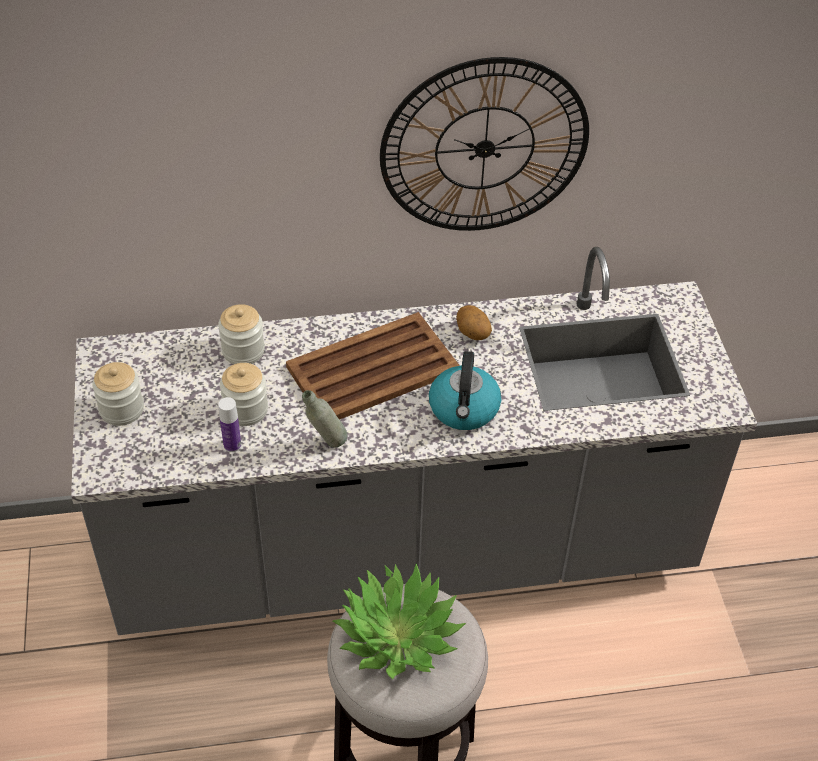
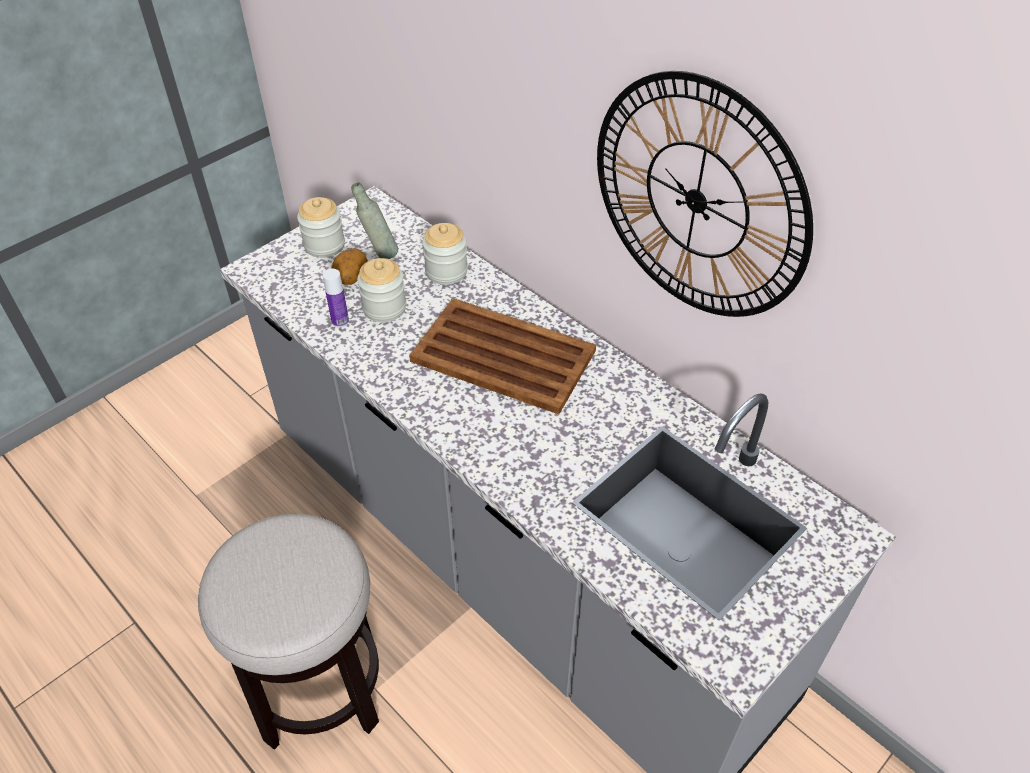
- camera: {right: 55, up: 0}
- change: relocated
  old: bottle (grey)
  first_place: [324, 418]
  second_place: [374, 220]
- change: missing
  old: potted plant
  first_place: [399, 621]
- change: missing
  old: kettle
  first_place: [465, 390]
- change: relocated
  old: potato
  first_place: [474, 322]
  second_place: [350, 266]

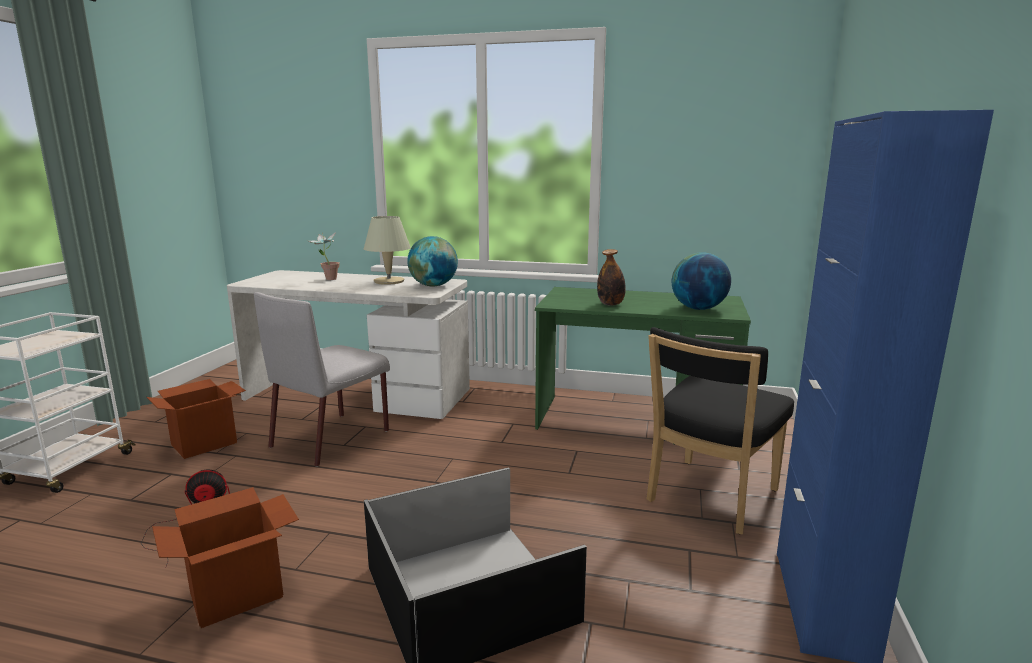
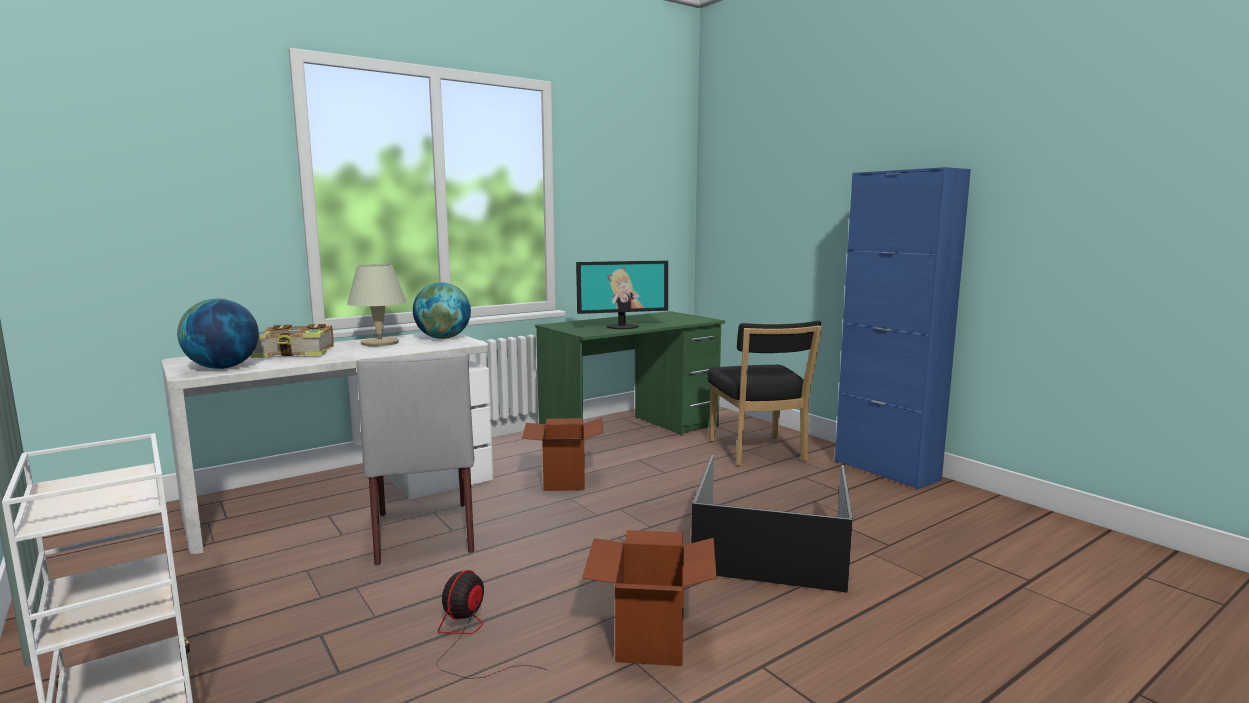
- camera: {right: -50, up: -5}
- change: relocated
  old: cardboard box
  first_place: [196, 419]
  second_place: [563, 454]
- change: exchanged
  old: potted plant
  new: book
  first_place: [323, 256]
  second_place: [292, 341]
- change: exchanged
  old: bottle
  new: monitor
  first_place: [611, 277]
  second_place: [622, 294]
- change: relocated
  old: globe
  first_place: [701, 281]
  second_place: [218, 334]

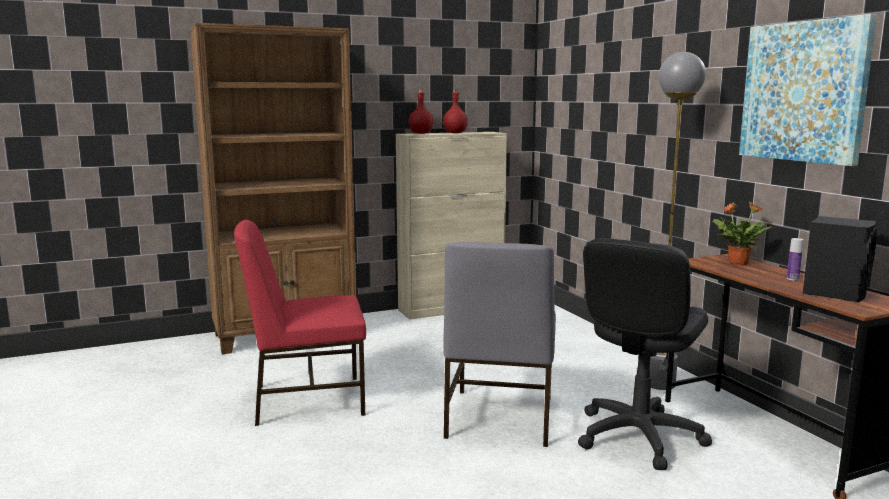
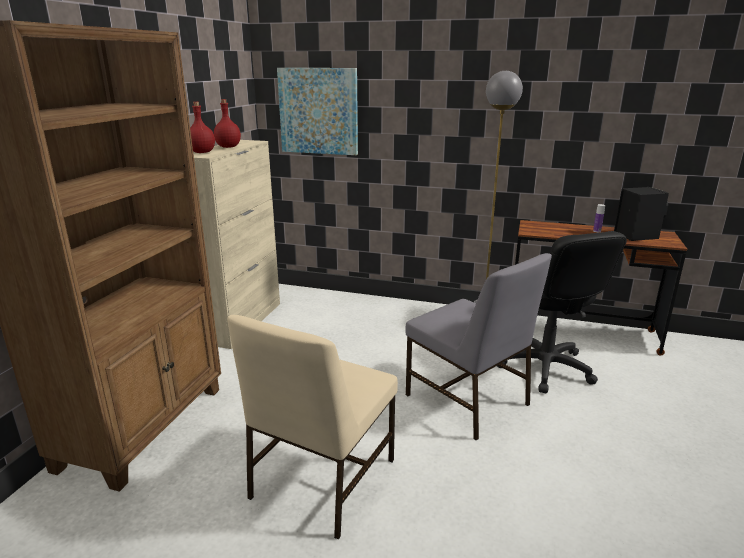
- camera: {right: -50, up: 10}
- change: colour
  old: chair (red)
  new: chair (beige)
  first_place: [300, 323]
  second_place: [312, 427]
- change: missing
  old: potted plant
  first_place: [742, 233]
- change: relocated
  old: picture
  first_place: [808, 90]
  second_place: [317, 111]

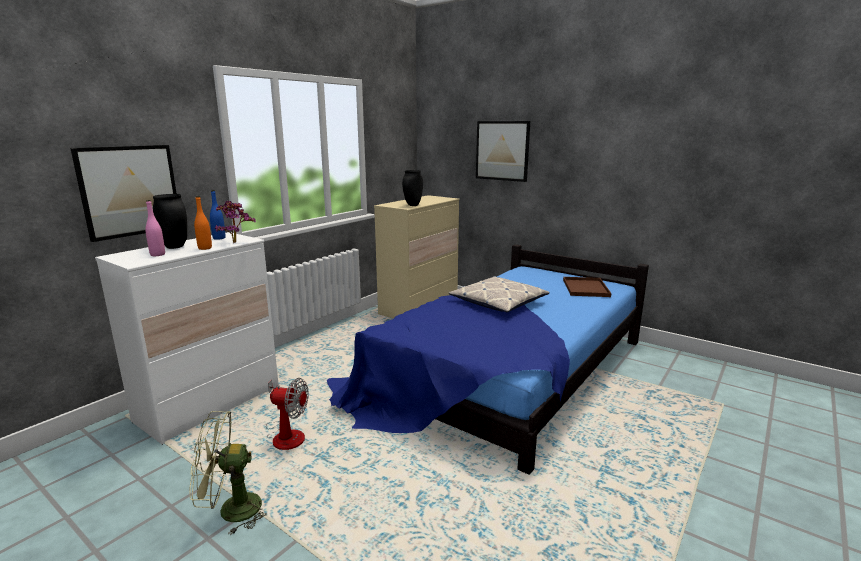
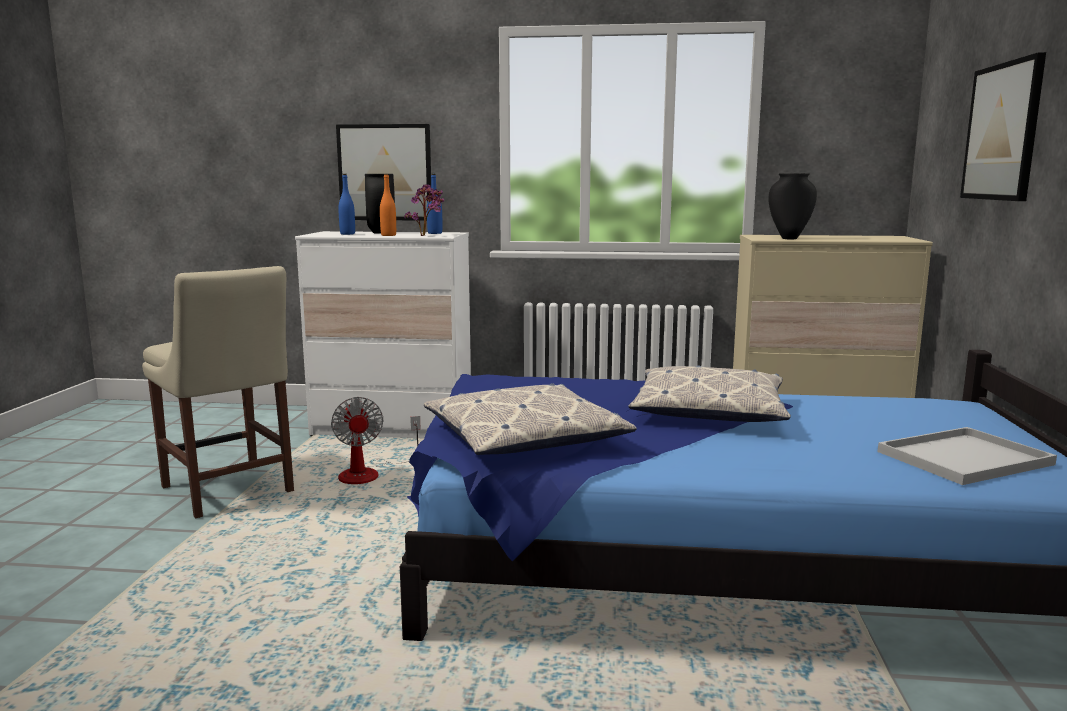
- camera: {right: 60, up: -5}
- change: colour
  old: bottle (pink)
  new: bottle (blue)
  first_place: [155, 228]
  second_place: [346, 204]
- change: exchanged
  old: fan (green)
  new: chair (beige)
  first_place: [228, 473]
  second_place: [218, 392]
- change: colour
  old: tray (brown)
  new: tray (white)
  first_place: [587, 287]
  second_place: [967, 456]
- change: appeared
  new: pillow
  second_place: [530, 419]

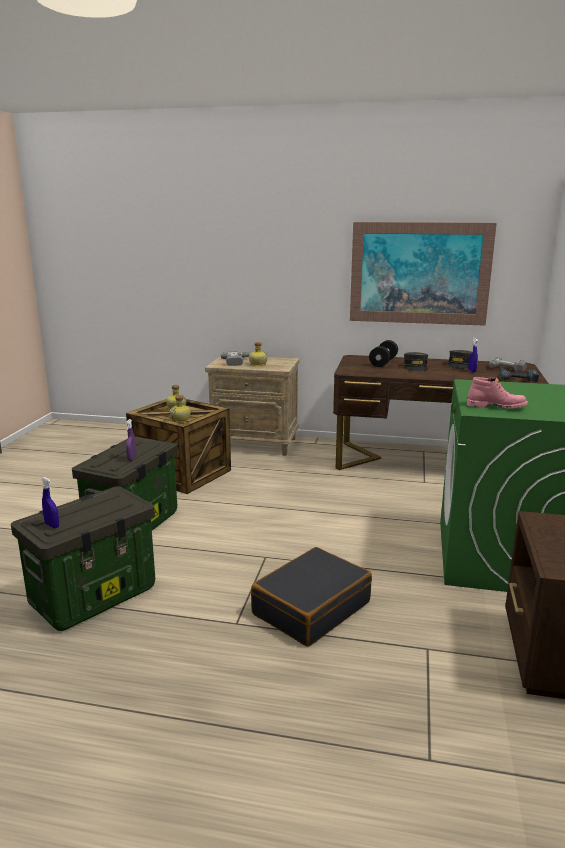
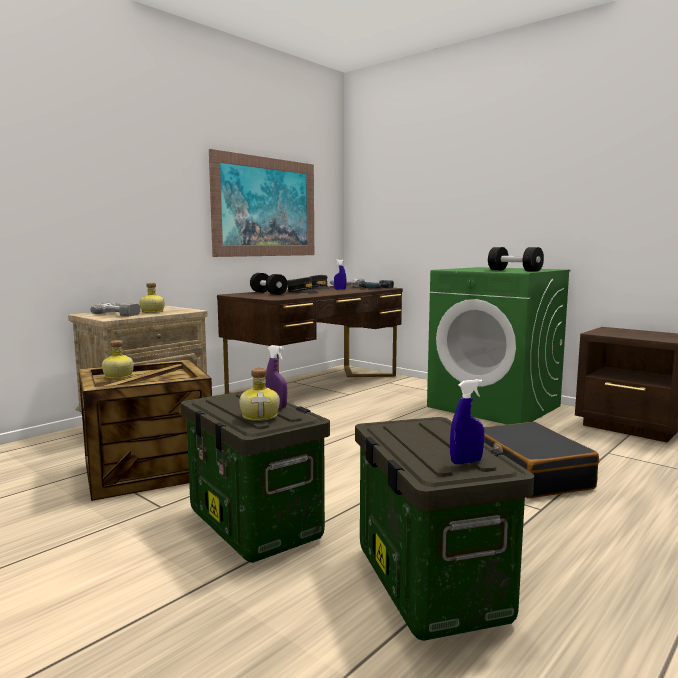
- camera: {right: -60, up: -10}
- change: relocated
  old: bottle
  first_place: [180, 409]
  second_place: [259, 394]
- change: exchanged
  old: boot (pink)
  new: dumbbell (black)
  first_place: [497, 393]
  second_place: [516, 259]

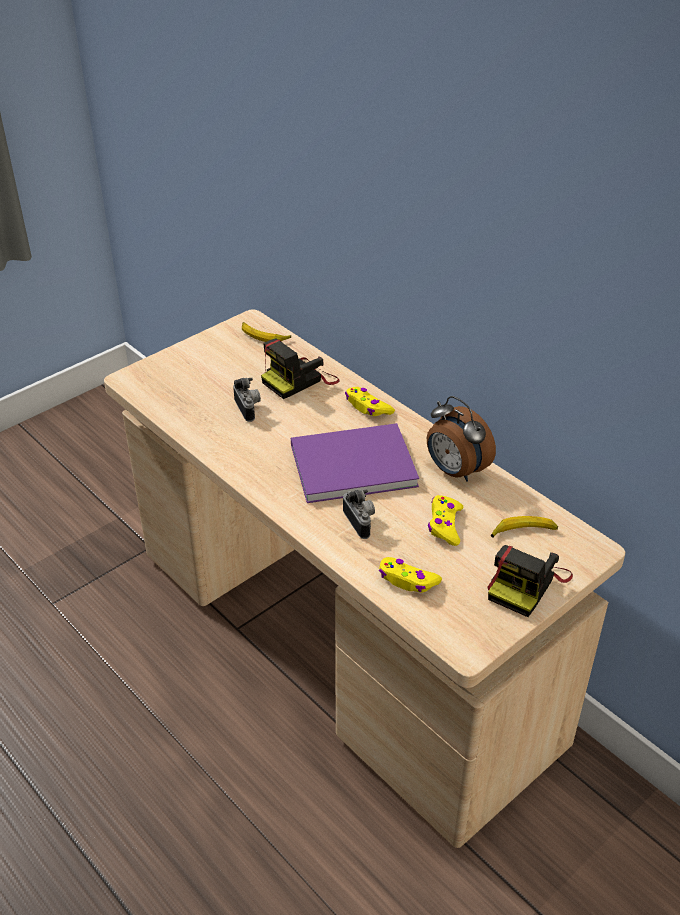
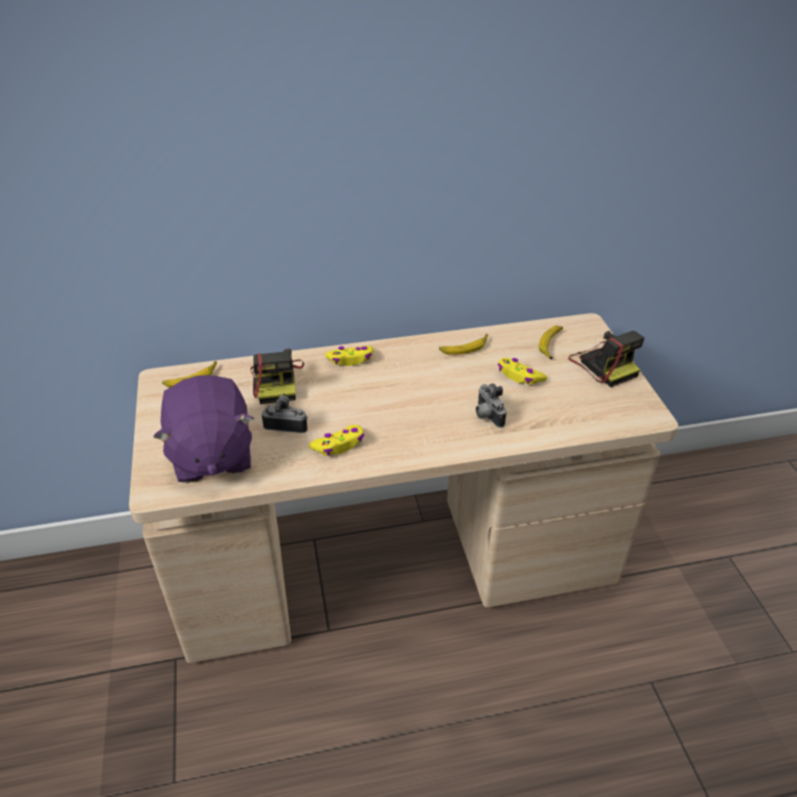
- camera: {right: -60, up: 0}
- change: missing
  old: book (purple)
  first_place: [355, 463]
- change: spun
  old: photo camera
  first_place: [359, 514]
  second_place: [491, 405]
  degrees: -120
- change: relocated
  old: game controller (yellow)
  first_place: [410, 575]
  second_place: [336, 440]
- change: exchanged
  old: alarm clock
  new: banana
  first_place: [461, 439]
  second_place: [463, 344]
- change: appeared
  new: plush toy (purple)
  second_place: [204, 429]

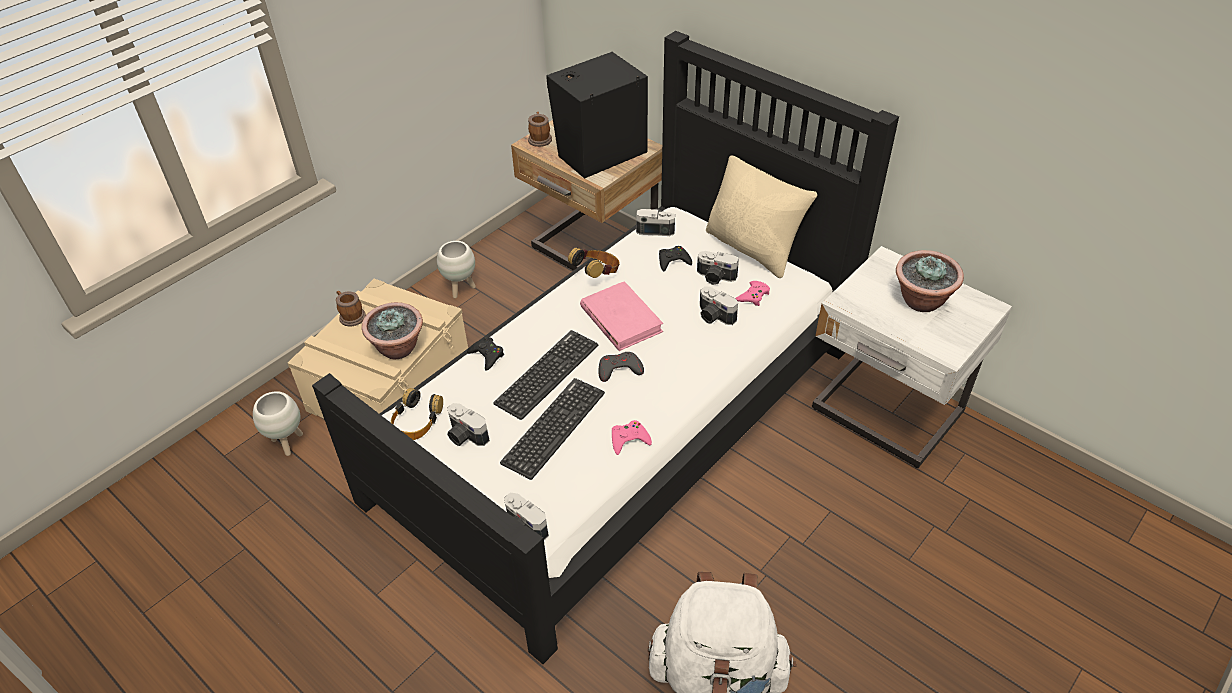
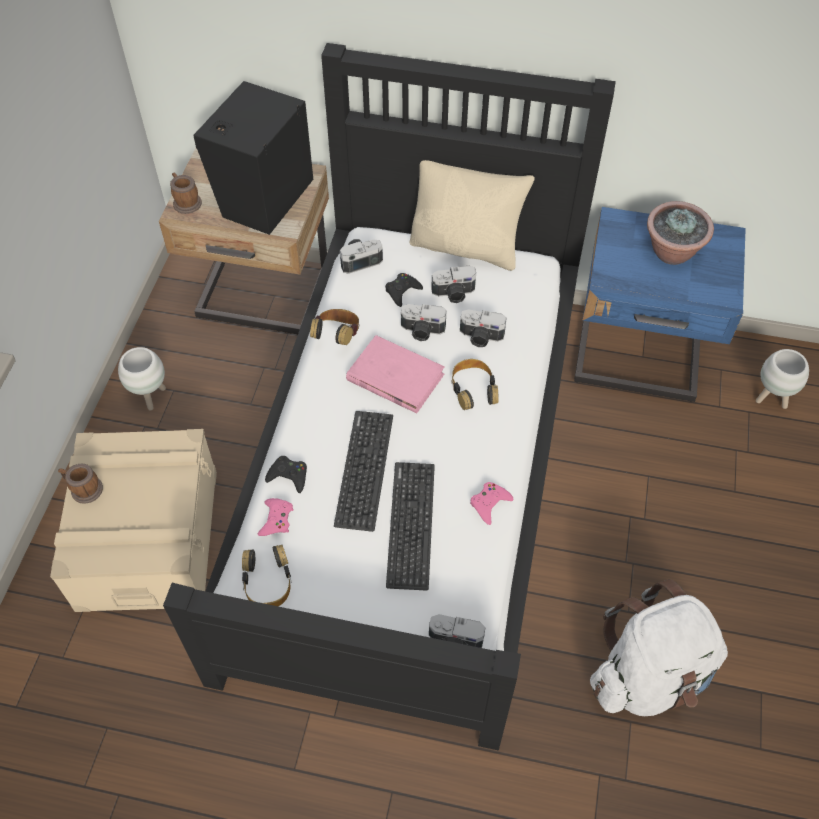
- camera: {right: -30, up: 10}
- change: relocated
  old: planter (white)
  first_place: [278, 423]
  second_place: [782, 379]
- change: missing
  old: potted plant
  first_place: [392, 330]
- change: relocated
  old: photo camera
  first_place: [468, 424]
  second_place: [423, 322]
- change: missing
  old: game controller (grey)
  first_place: [621, 367]
- change: relocated
  old: game controller (pink)
  first_place: [752, 293]
  second_place: [275, 517]
- change: colour
  old: nightstand (white)
  new: nightstand (blue)
  first_place: [912, 357]
  second_place: [660, 304]
- change: appeared
  new: headphones
  second_place: [475, 384]

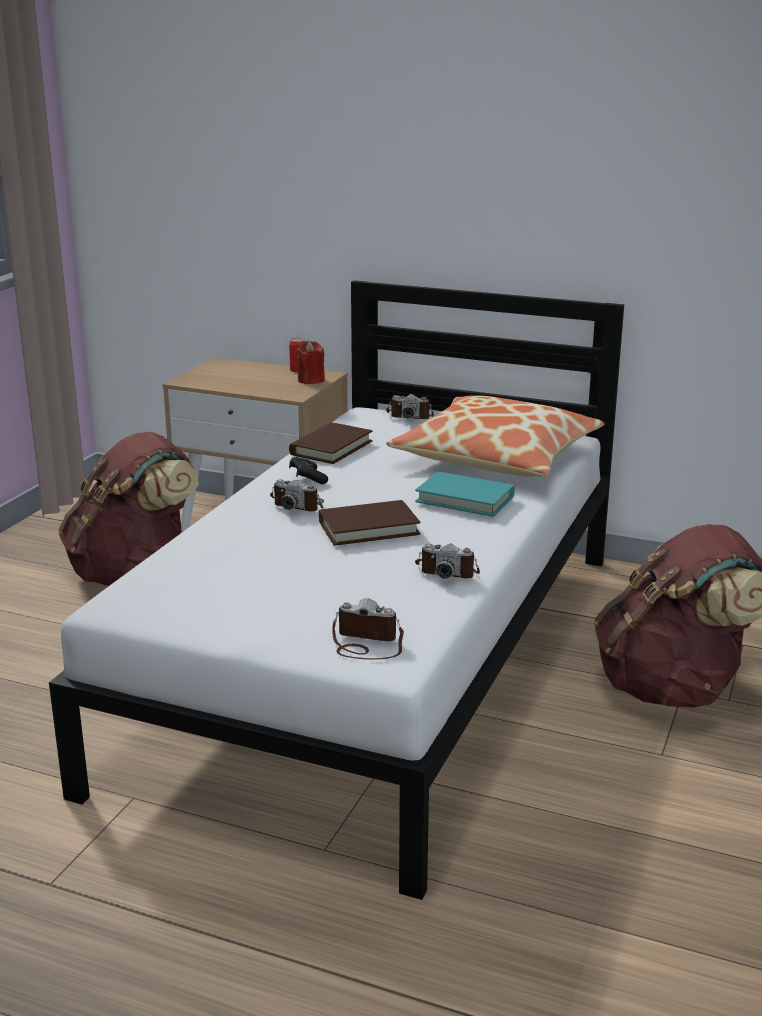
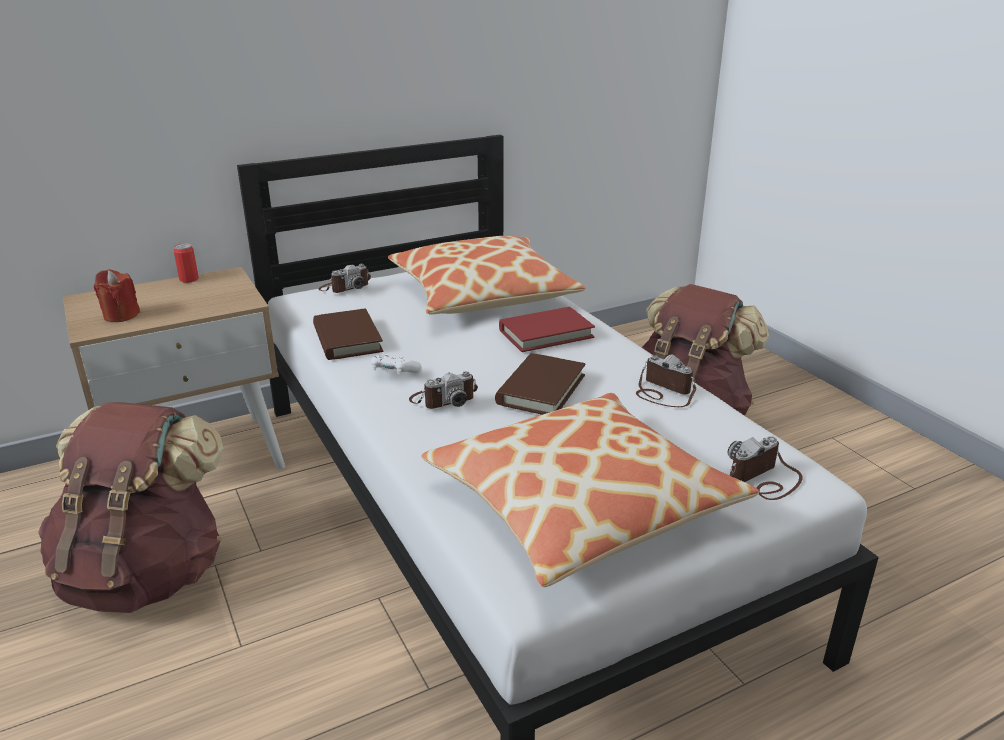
- camera: {right: -50, up: 5}
- change: colour
  old: game controller (black)
  new: game controller (white)
  first_place: [308, 470]
  second_place: [396, 364]
- change: relocated
  old: candle (red)
  first_place: [310, 362]
  second_place: [117, 295]
- change: colour
  old: book (turquoise)
  new: book (red)
  first_place: [465, 494]
  second_place: [547, 329]
- change: spun
  old: photo camera
  first_place: [447, 561]
  second_place: [666, 380]
  degrees: -105
- change: appeared
  new: pillow
  second_place: [591, 490]

